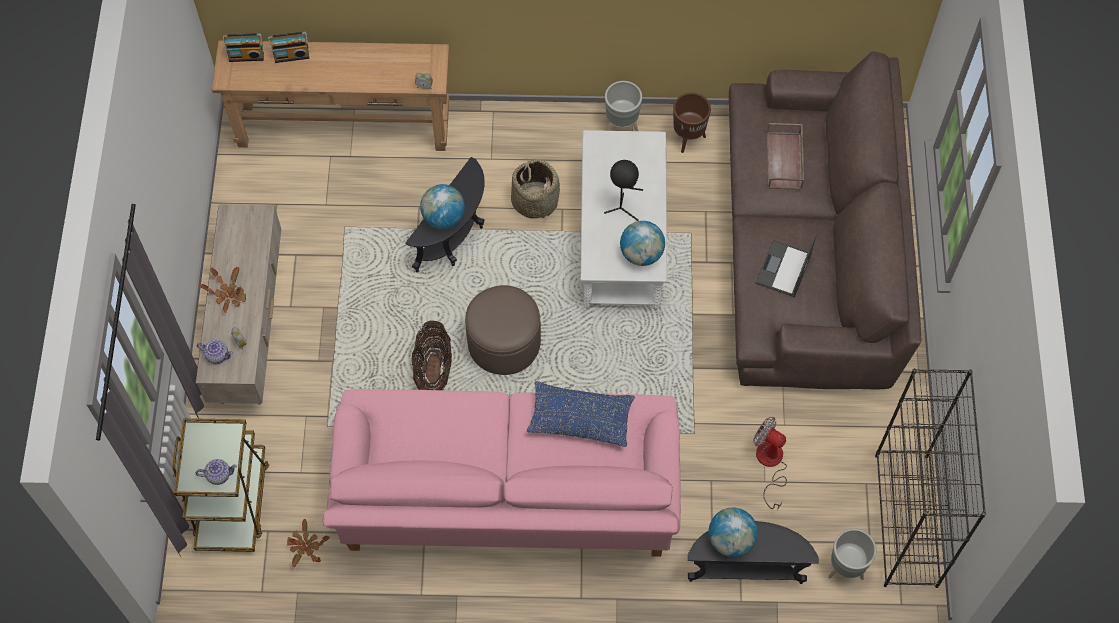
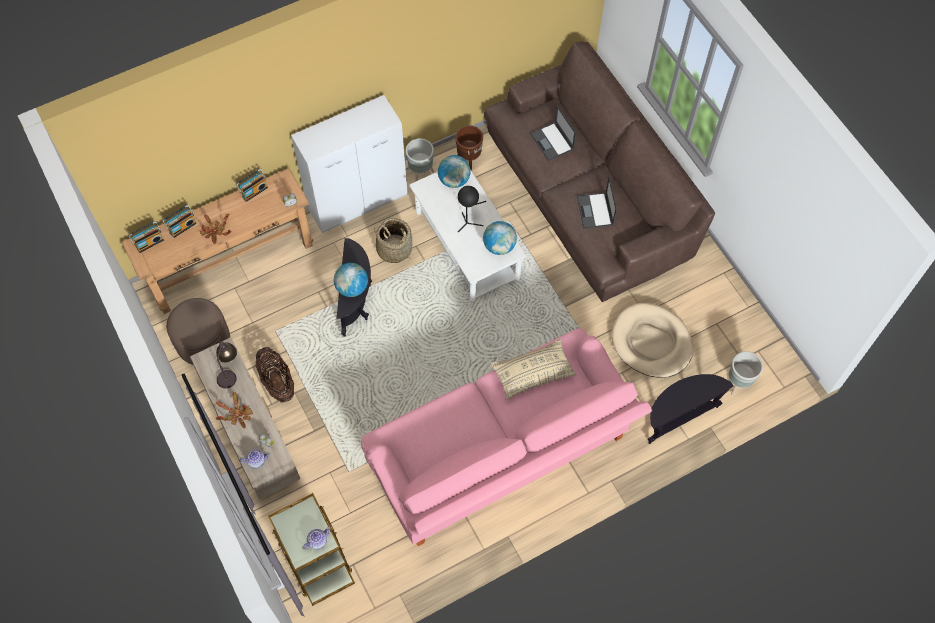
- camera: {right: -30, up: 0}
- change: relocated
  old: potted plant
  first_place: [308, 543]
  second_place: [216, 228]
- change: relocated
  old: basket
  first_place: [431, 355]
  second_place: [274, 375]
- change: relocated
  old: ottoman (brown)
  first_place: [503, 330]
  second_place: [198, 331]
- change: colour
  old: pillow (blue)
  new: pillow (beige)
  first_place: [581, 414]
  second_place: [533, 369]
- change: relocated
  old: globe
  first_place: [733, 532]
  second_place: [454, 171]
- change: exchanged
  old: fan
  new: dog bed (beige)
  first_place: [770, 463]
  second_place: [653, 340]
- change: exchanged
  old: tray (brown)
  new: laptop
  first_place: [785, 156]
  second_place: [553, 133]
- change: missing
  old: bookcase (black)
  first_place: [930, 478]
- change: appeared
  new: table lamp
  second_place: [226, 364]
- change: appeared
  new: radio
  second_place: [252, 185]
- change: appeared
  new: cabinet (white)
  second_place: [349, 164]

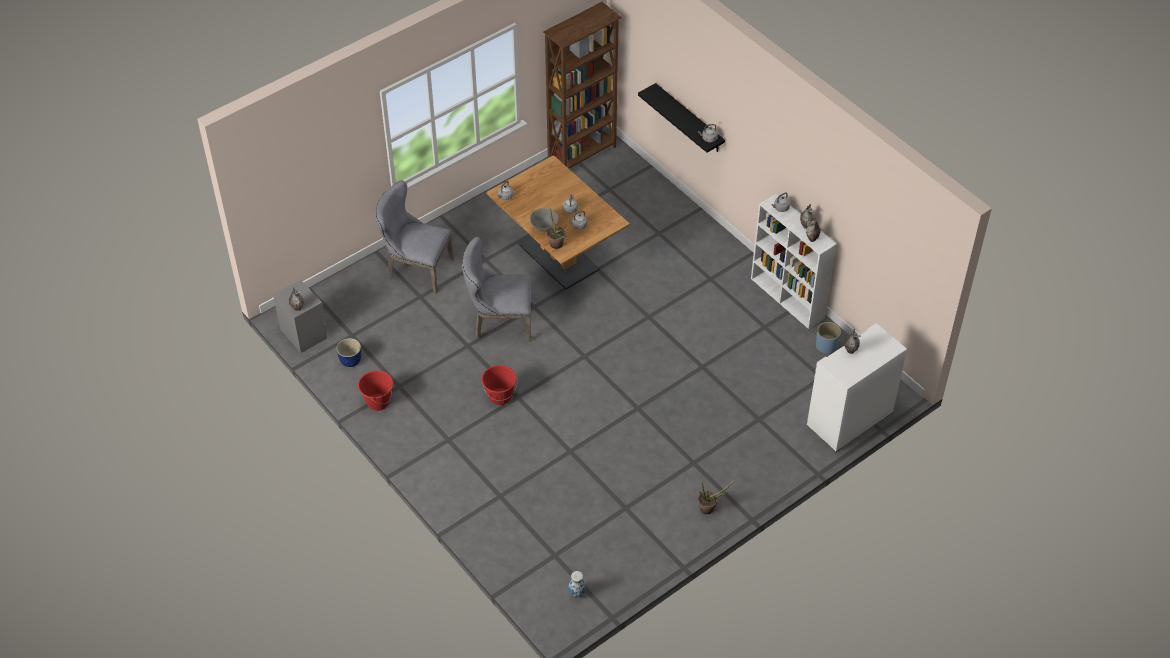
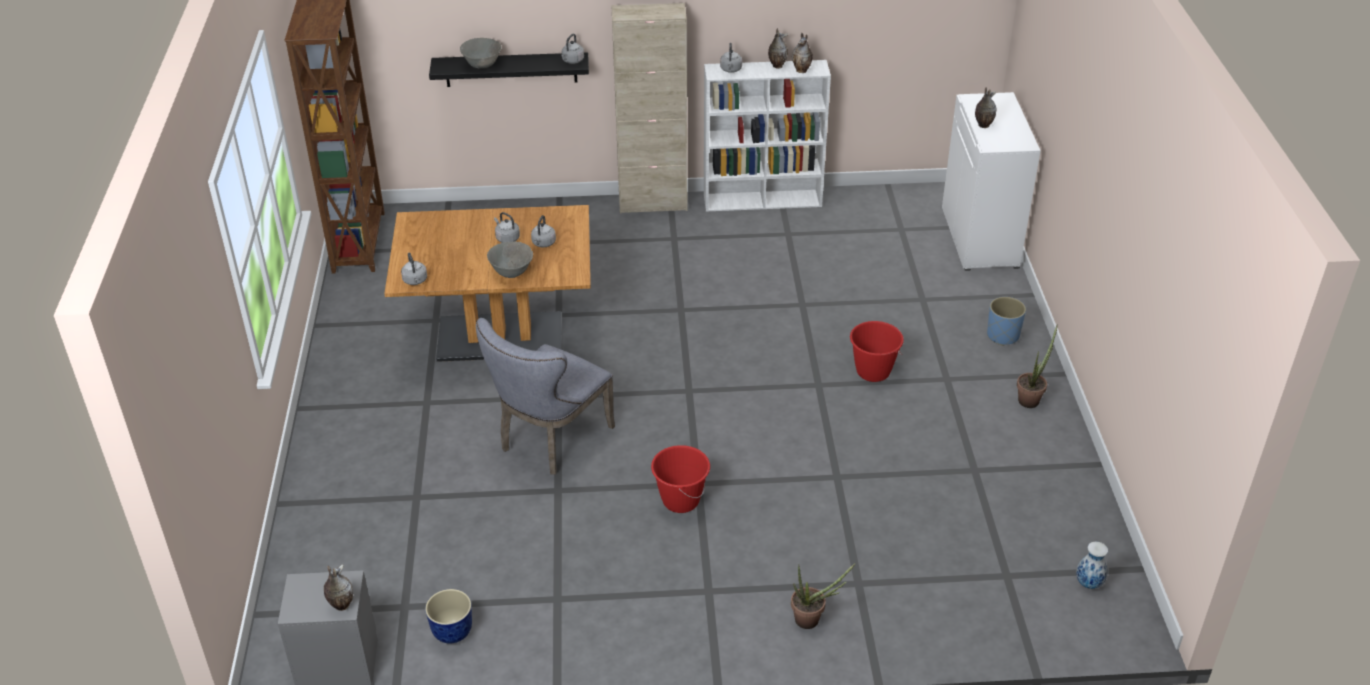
- camera: {right: -55, up: -10}
- change: relocated
  old: bucket (red)
  first_place: [375, 391]
  second_place: [877, 351]
- change: missing
  old: chair (grey)
  first_place: [414, 237]
- change: relocated
  old: potted plant
  first_place: [557, 228]
  second_place: [823, 596]
- change: relocated
  old: planter (blue)
  first_place: [828, 338]
  second_place: [1006, 321]
- change: appeared
  new: bowl (grey)
  second_place: [481, 53]
- change: appeared
  new: cabinet (beige)
  second_place: [649, 108]

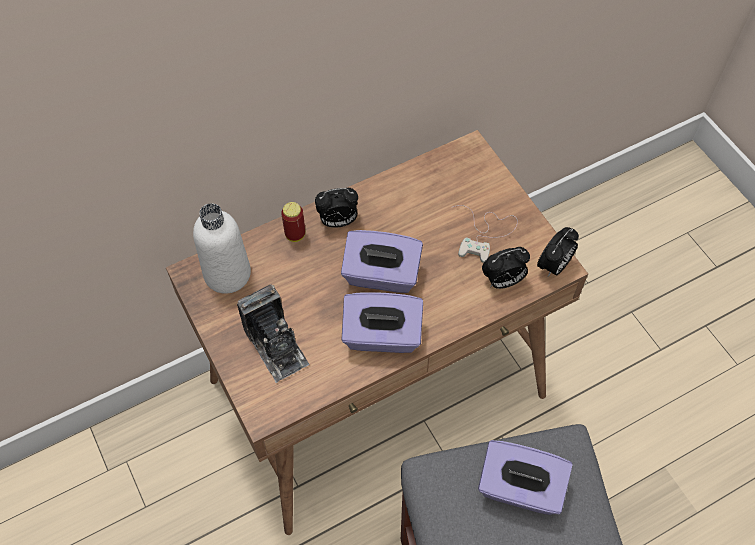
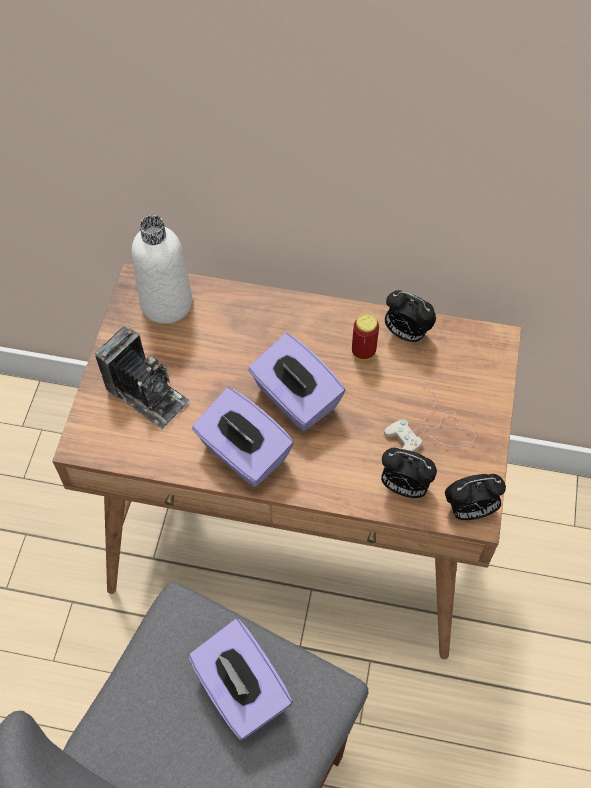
- camera: {right: 40, up: 0}
- change: spun
  old: photo camera
  first_place: [273, 333]
  second_place: [142, 378]
  degrees: -60
- change: relocated
  old: can
  first_place: [293, 222]
  second_place: [365, 337]
- change: relocated
  old: alarm clock
  first_place: [336, 208]
  second_place: [410, 316]

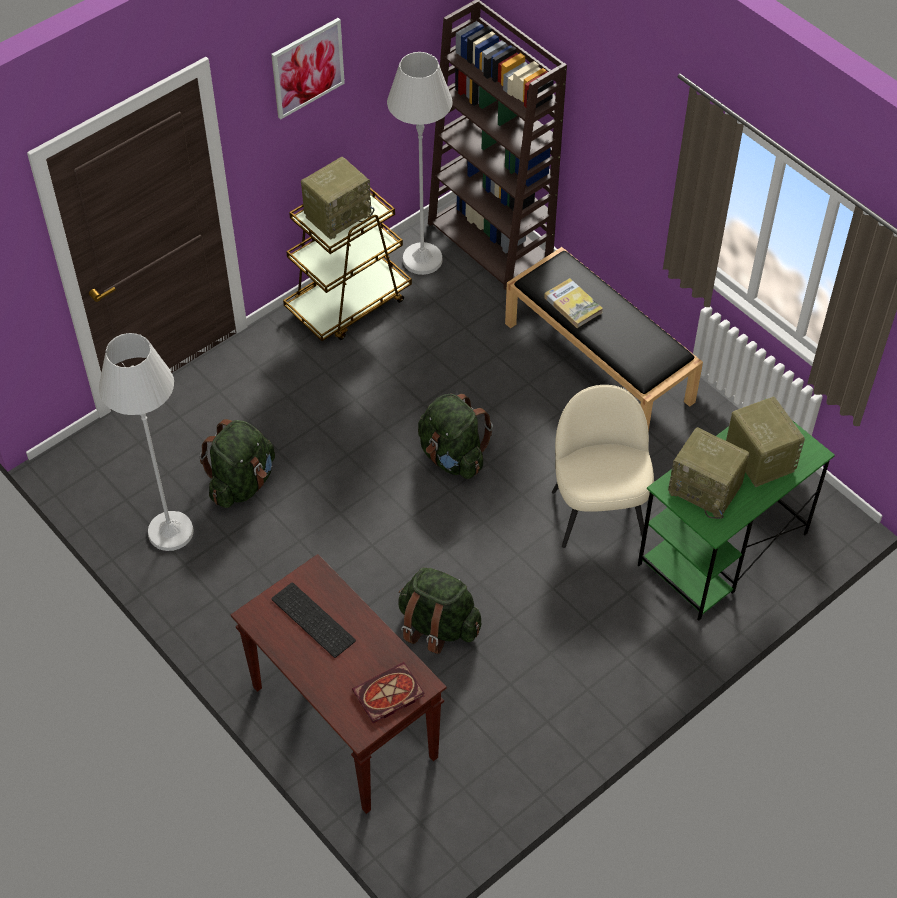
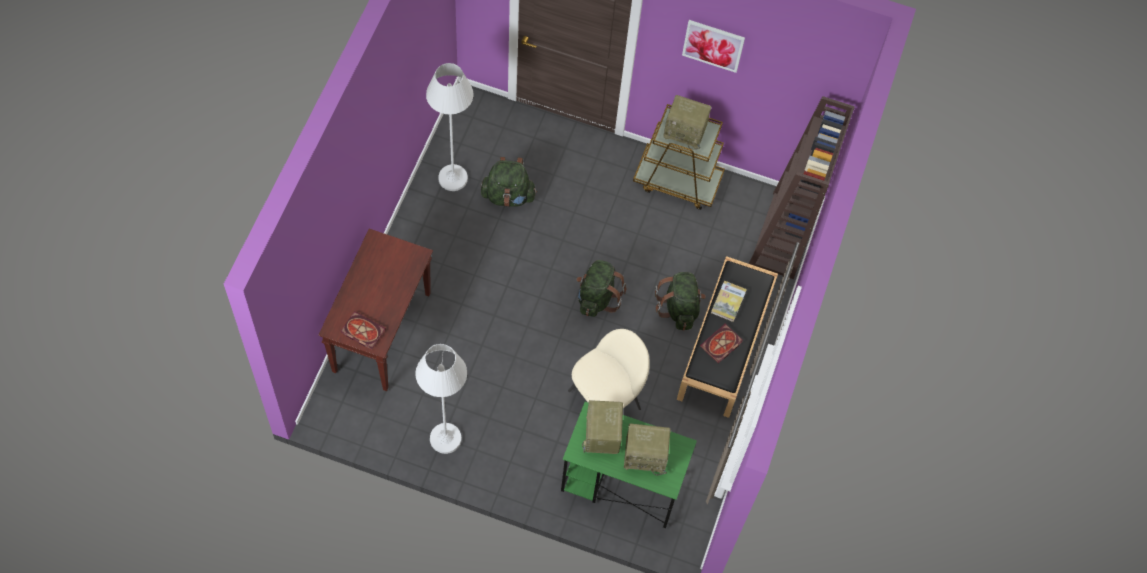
- camera: {right: 55, up: 10}
- change: missing
  old: keyboard
  first_place: [313, 620]
- change: relocated
  old: floor lamp (white)
  first_place: [420, 163]
  second_place: [441, 399]
- change: relocated
  old: backpack (green)
  first_place: [439, 611]
  second_place: [680, 301]
- change: spun
  old: radio
  first_place: [765, 441]
  second_place: [647, 449]
  degrees: 60
- change: appeared
  new: book
  second_place: [721, 343]

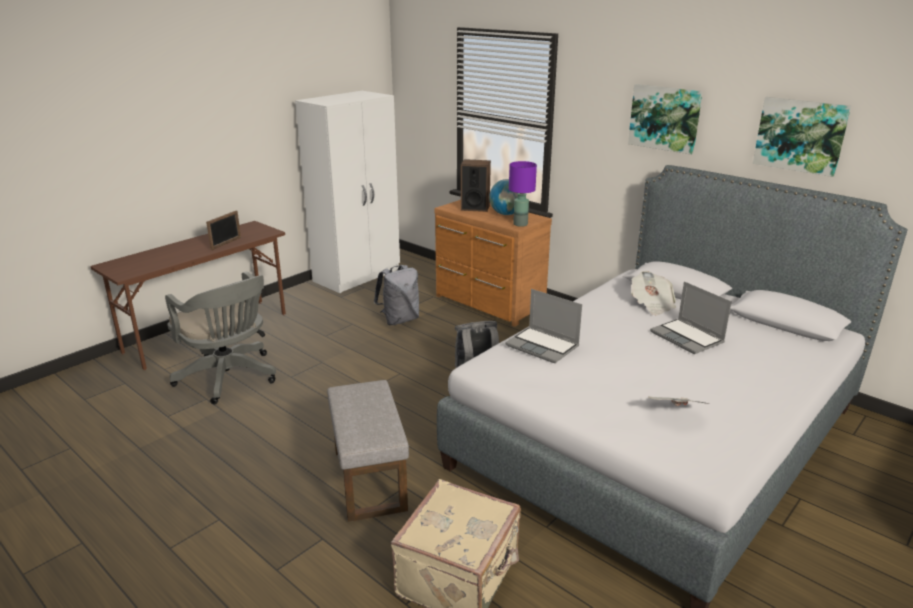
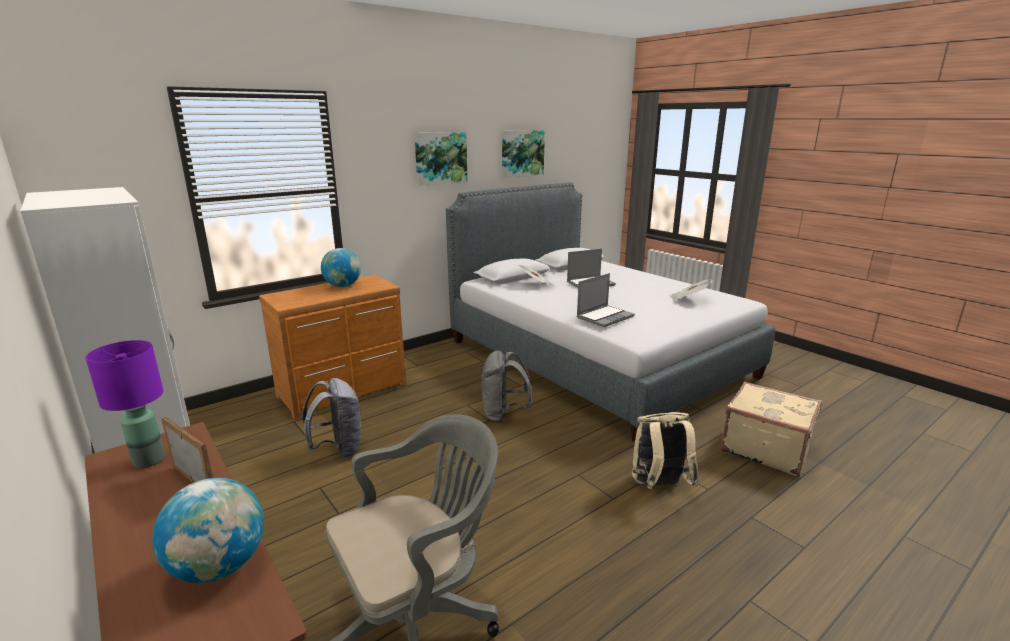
- camera: {right: -80, up: -5}
- change: exchanged
  old: ottoman (grey)
  new: backpack (beige)
  first_place: [368, 451]
  second_place: [665, 450]
- change: missing
  old: speaker
  first_place: [476, 185]
- change: relocated
  old: table lamp (purple)
  first_place: [523, 194]
  second_place: [125, 404]
- change: appeared
  new: globe
  second_place: [208, 530]

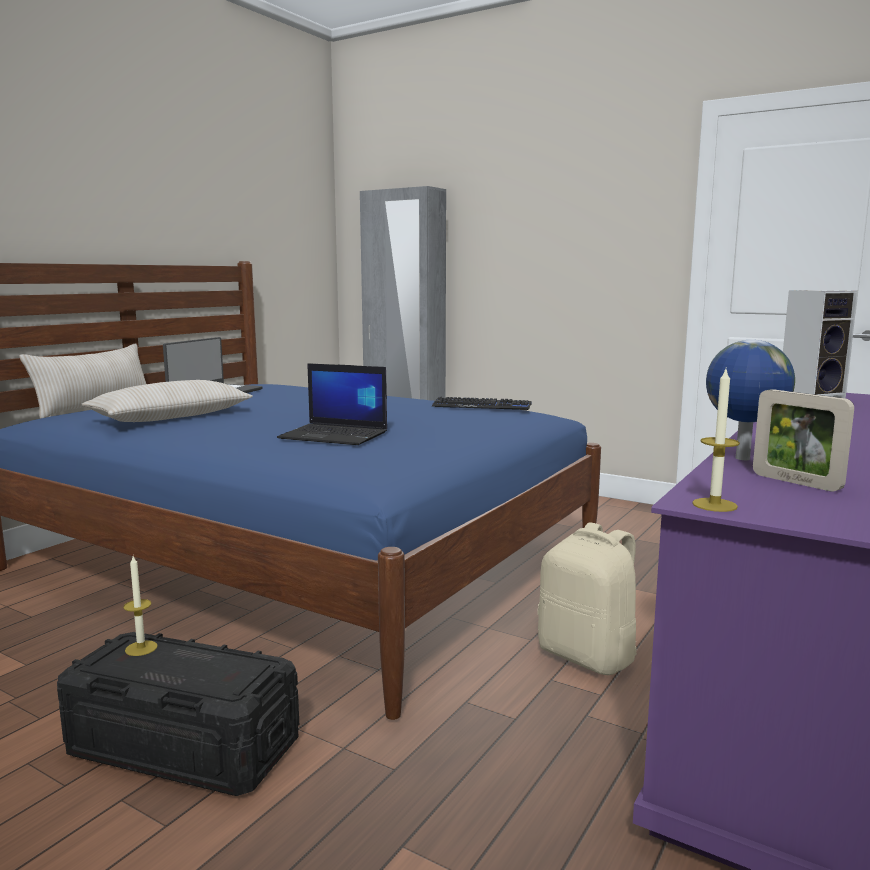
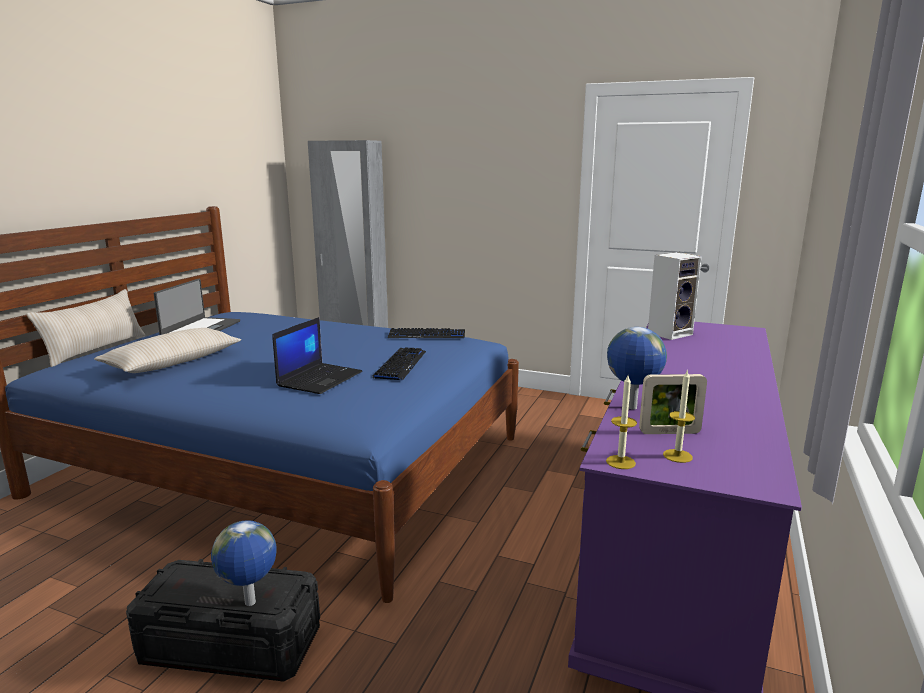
- camera: {right: -10, up: 5}
- change: relocated
  old: candle
  first_place: [140, 606]
  second_place: [679, 416]
- change: spun
  old: laptop
  first_place: [332, 404]
  second_place: [317, 355]
  degrees: -75
- change: missing
  old: backpack (beige)
  first_place: [587, 598]
- change: spun
  old: picture frame
  first_place: [803, 440]
  second_place: [673, 404]
  degrees: -45
- change: appeared
  new: globe
  second_place: [244, 563]
- change: appeared
  new: keyboard
  second_place: [399, 363]

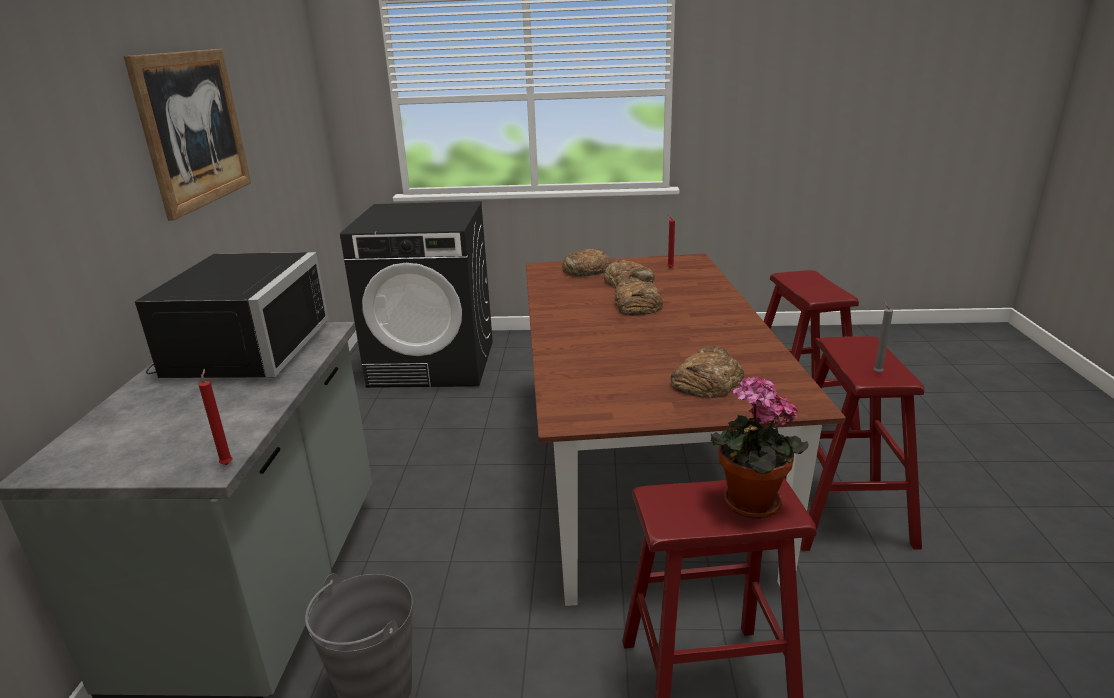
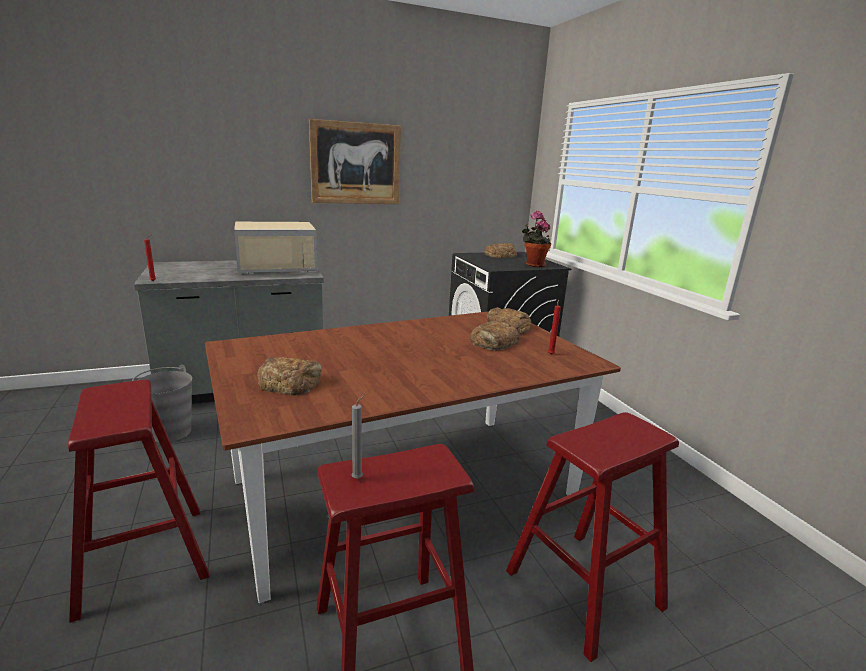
- camera: {right: 65, up: -5}
- change: colour
  old: microwave (black)
  new: microwave (beige)
  first_place: [232, 315]
  second_place: [276, 248]
- change: relocated
  old: bread
  first_place: [639, 296]
  second_place: [500, 250]
- change: relocated
  old: potted plant
  first_place: [760, 447]
  second_place: [536, 239]

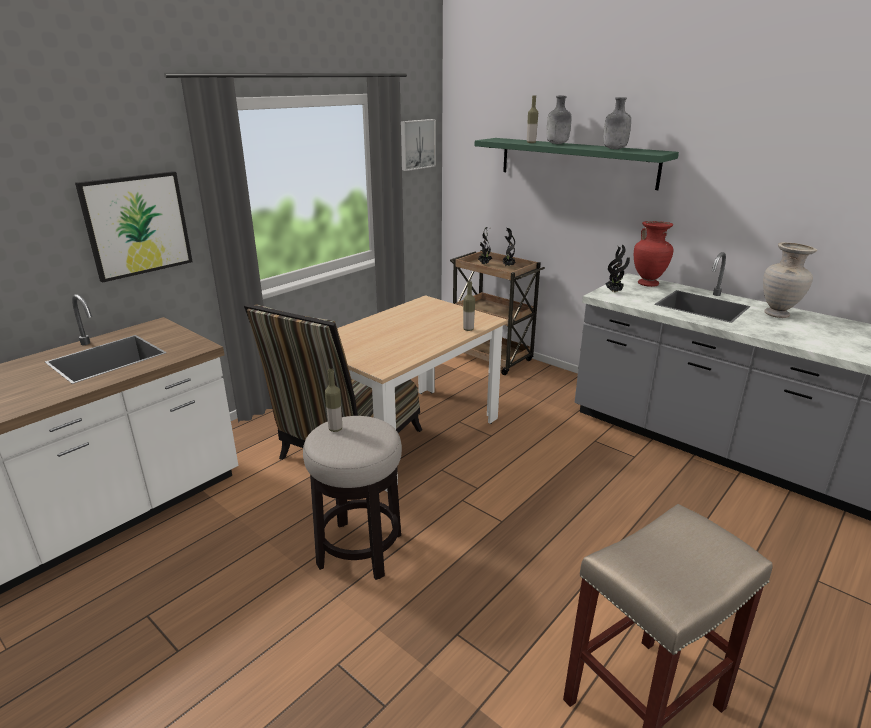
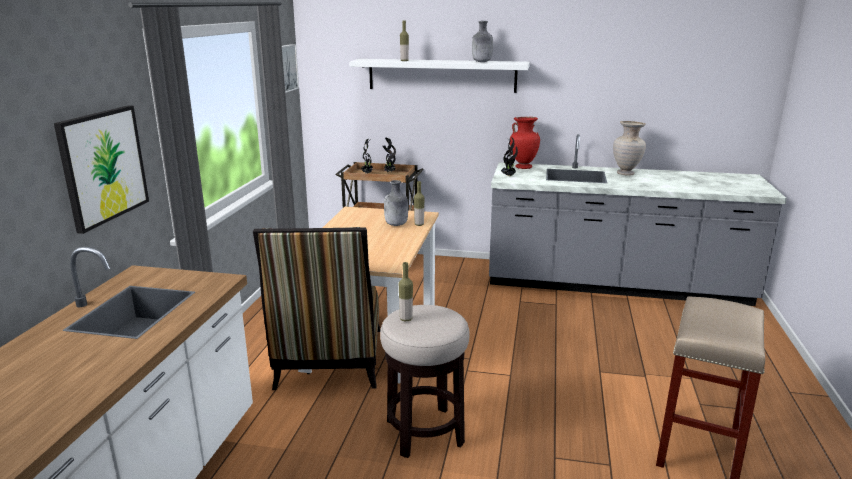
- camera: {right: -30, up: -5}
- change: colour
  old: shelf (green)
  new: shelf (white)
  first_place: [577, 164]
  second_place: [439, 76]
- change: relocated
  old: bottle (grey)
  first_place: [559, 120]
  second_place: [396, 203]

